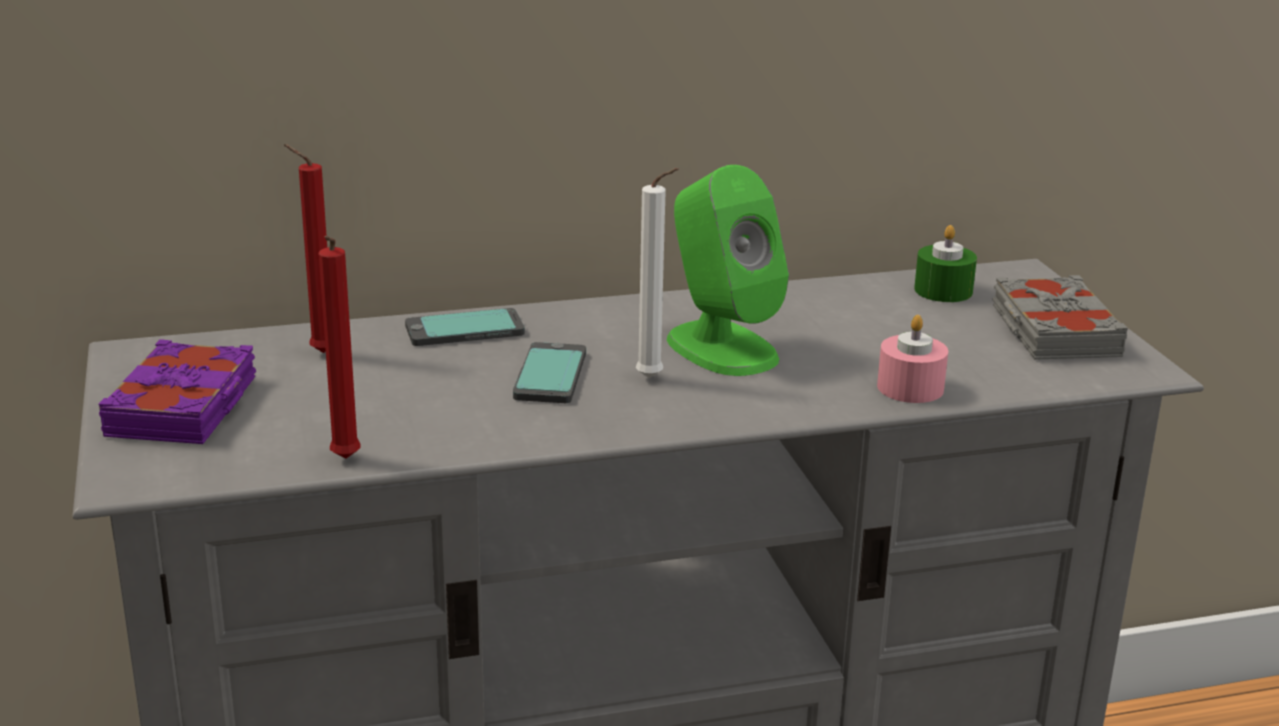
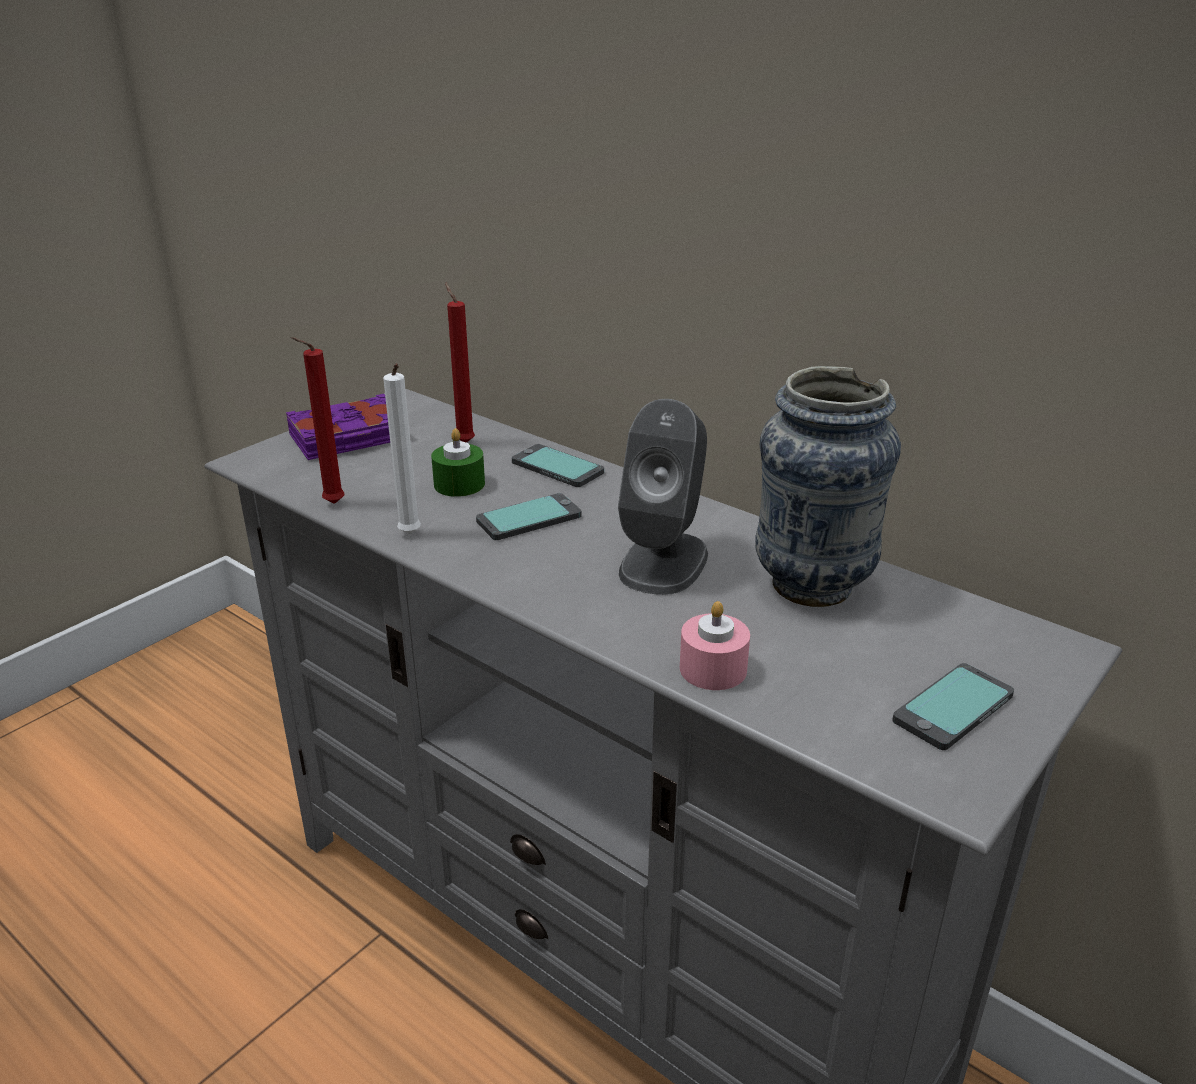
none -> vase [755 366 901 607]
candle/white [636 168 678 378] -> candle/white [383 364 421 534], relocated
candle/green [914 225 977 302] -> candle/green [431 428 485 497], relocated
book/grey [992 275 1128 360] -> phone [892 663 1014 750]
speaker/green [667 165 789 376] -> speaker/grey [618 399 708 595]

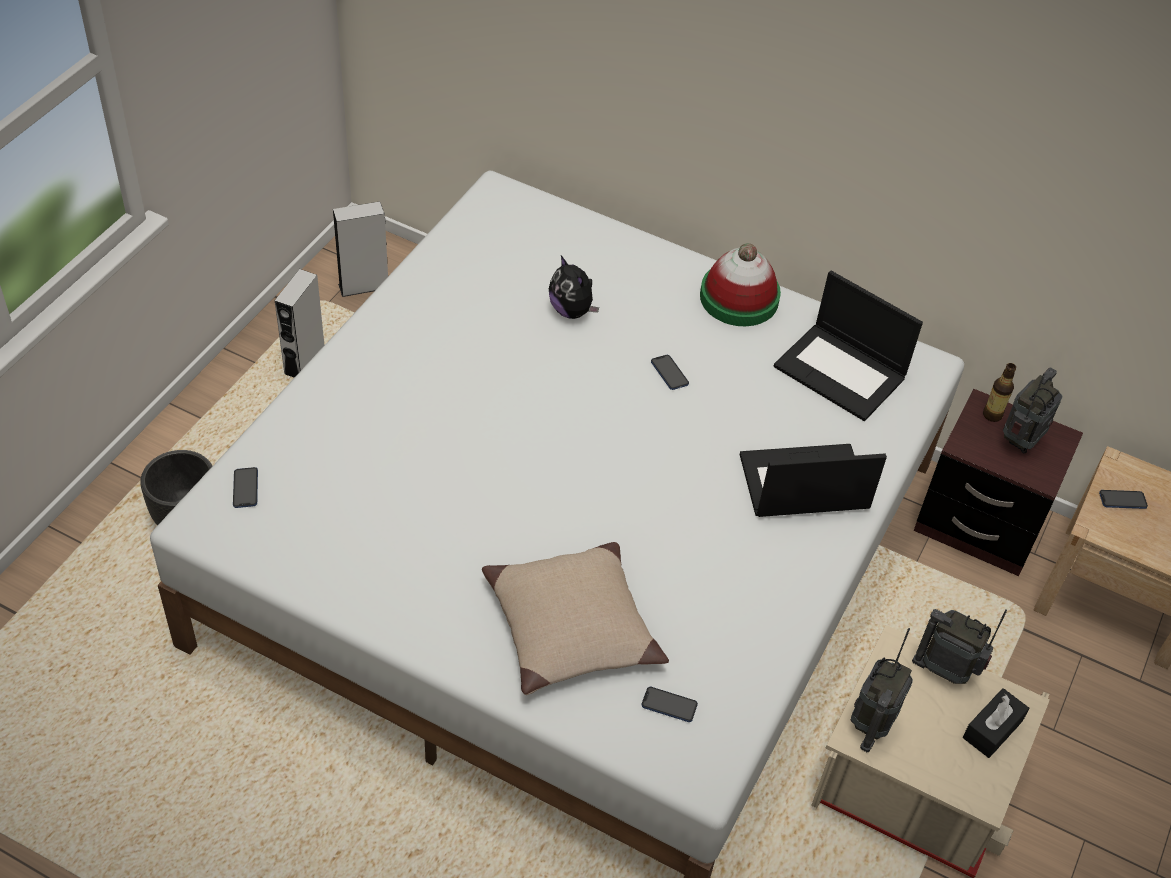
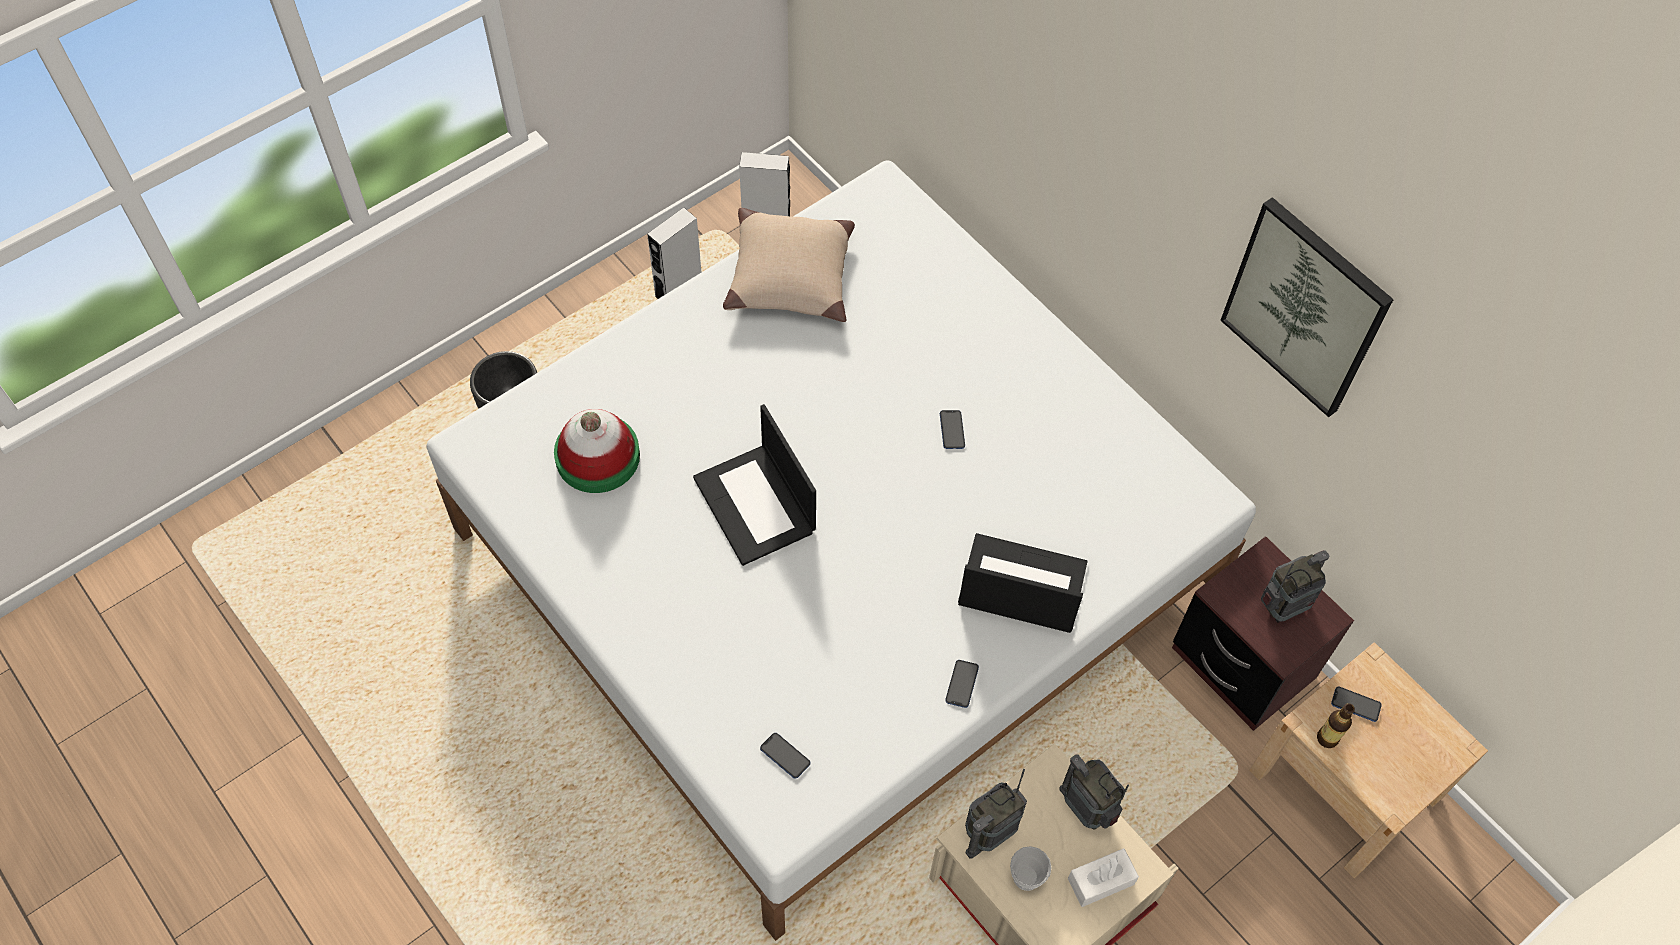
plush toy [549 256 599 319] -> none
none -> cup [1010 846 1052 891]
none -> picture [1221 197 1394 417]
phone [233 467 258 508] -> phone [945 660 979 708], relocated
pillow/beige [482 542 669 695] -> pillow/beige [723 208 855 322], relocated
hat [700 243 781 326] -> hat [554 409 640 493], relocated
laptop [773 271 923 421] -> laptop [693 404 816 566], relocated
bottle [983 363 1016 422] -> bottle [1317 703 1355 748], relocated
tissue box/black [963 688 1030 758] -> tissue box/white [1068 848 1139 907]

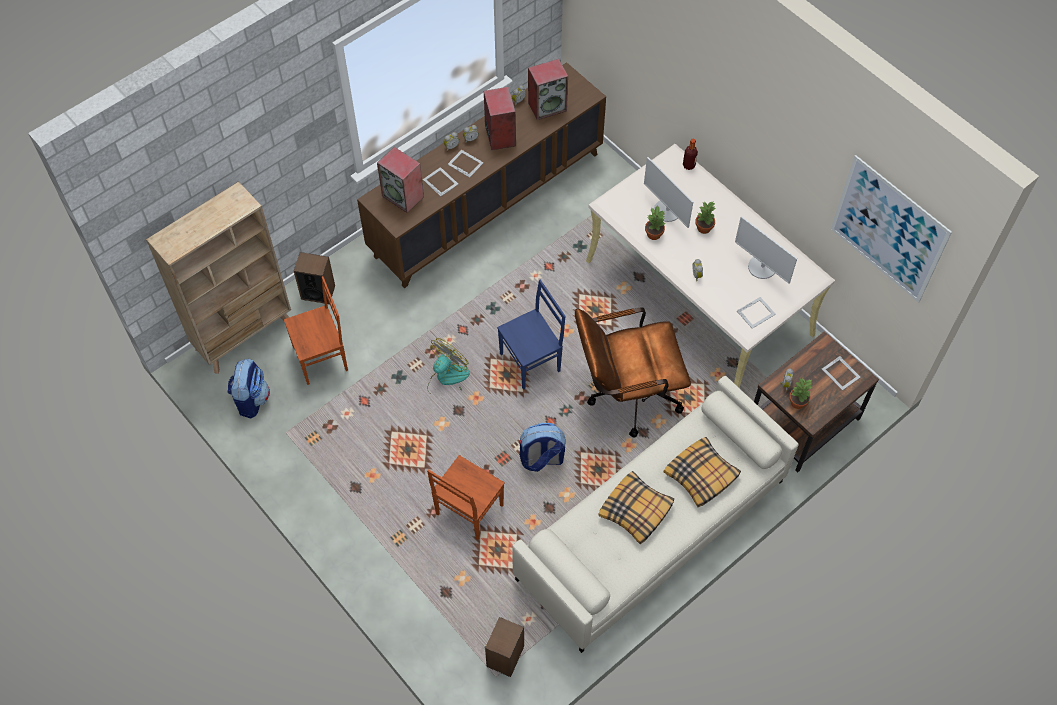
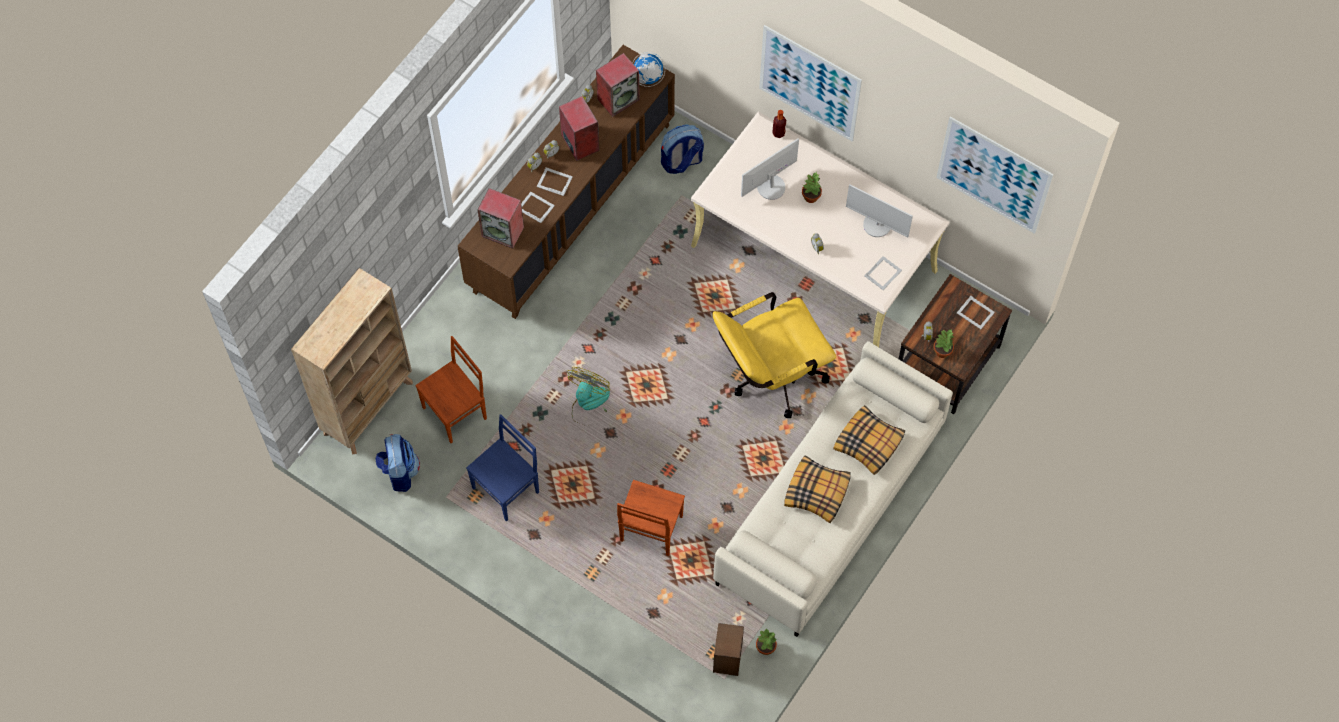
speaker [294 252 335 304] -> none
none -> globe [632 52 665 87]
none -> picture [759 25 862 142]
chair/blue [497 280 566 390] -> chair/blue [466 414 539 522], relocated
backpack [519 423 565 472] -> backpack [661 125 704 174], relocated
potted plant [645 206 666 240] -> potted plant [756 628 777 655], relocated
office chair/brown [575 307 691 438] -> office chair/yellow [713 292 836 418]
monitor [644 157 693 228] -> monitor [741 138 799 200], 105 degrees clockwise

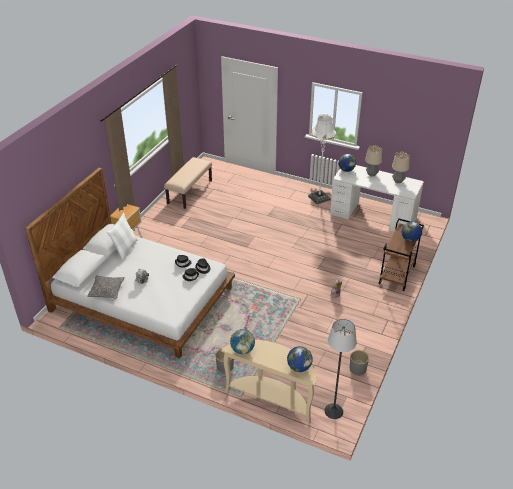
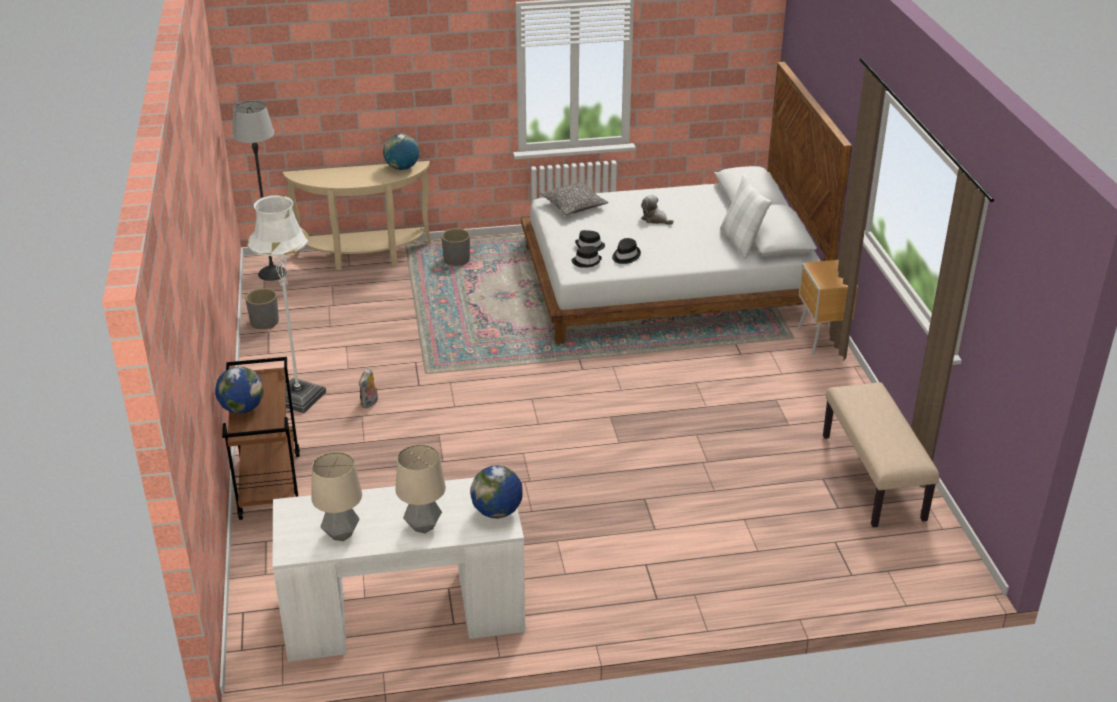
globe [287 346 313 372] -> none
pillow [87 276 125 299] -> pillow [540 182 609 215], relocated
floor lamp/white [308 114 336 205] -> floor lamp/white [248 195 326 413], relocated

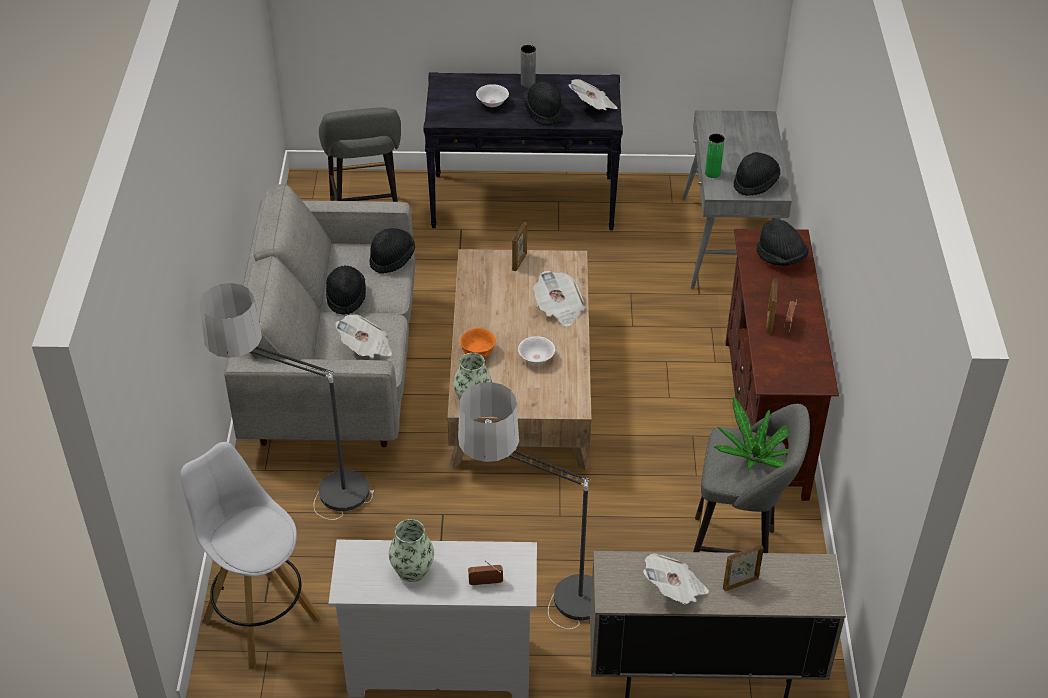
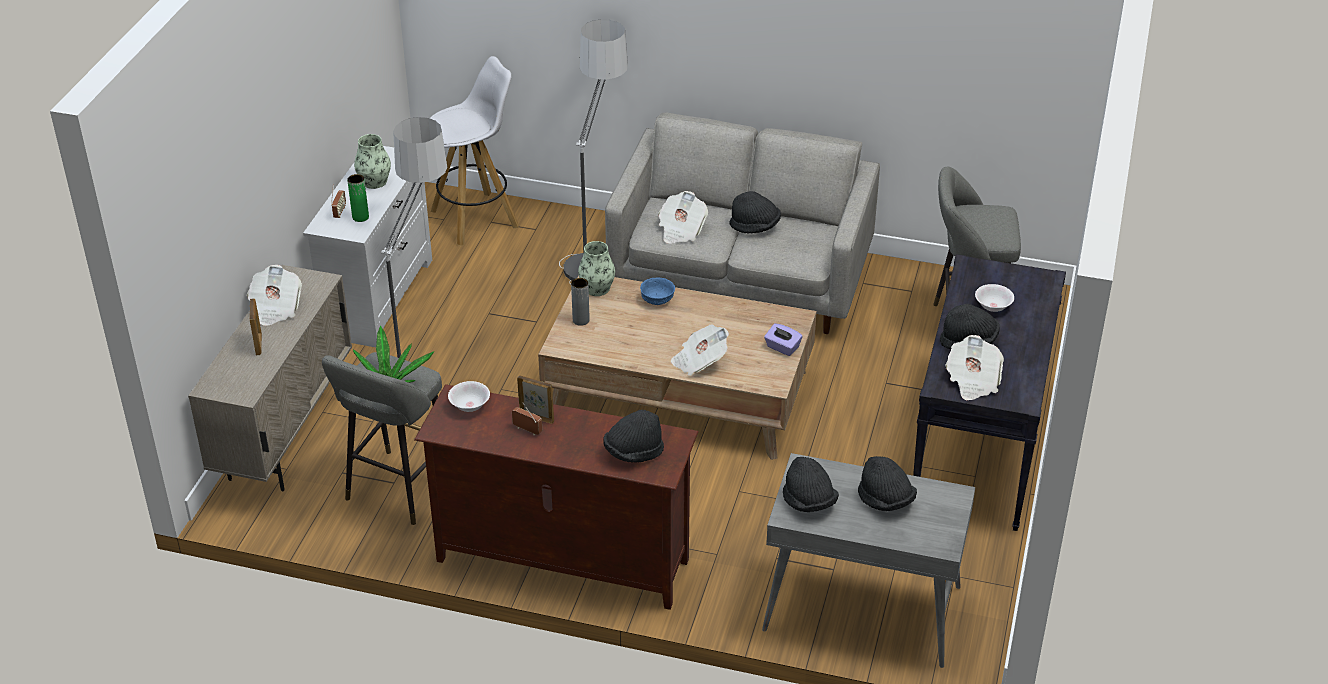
hat/black [369 228 415 274] -> hat/black [858 456 917 511], relocated
bowl/white [518 336 555 364] -> bowl/white [448 381 490 412], relocated
vase/grey [521 45 536 88] -> vase/grey [571 278 590 326], relocated
vase/green [705 134 725 178] -> vase/green [347 174 369 222], relocated
picture frame [512 222 527 271] -> tissue box/purple [764 323 802 356]
bowl/orange [460 328 496 358] -> bowl/blue [640 278 675 305]

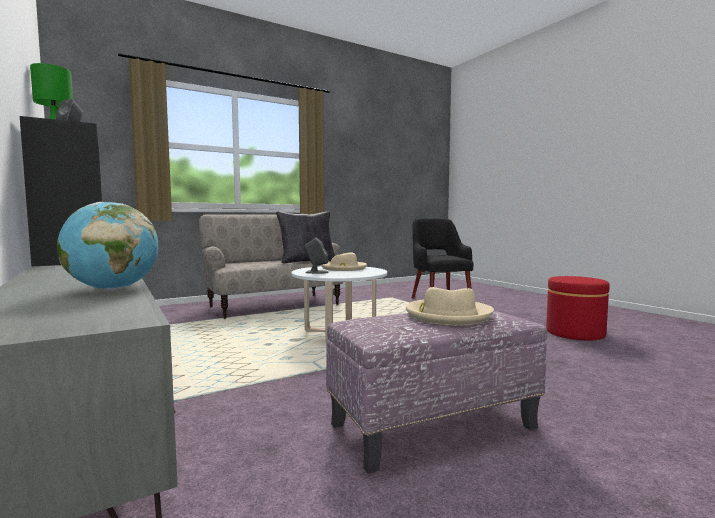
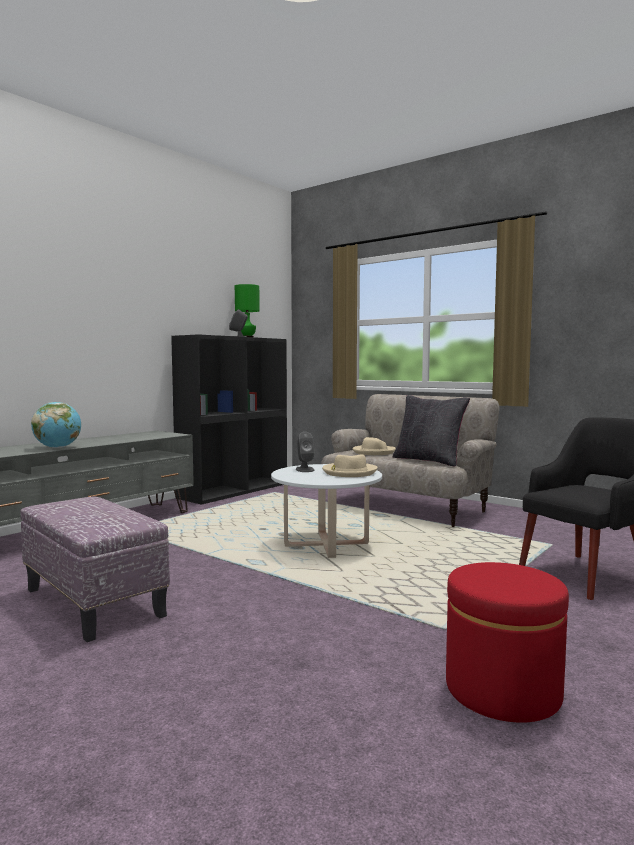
hat/beige [406 287 494 325] -> hat/beige [353 437 396 455], relocated

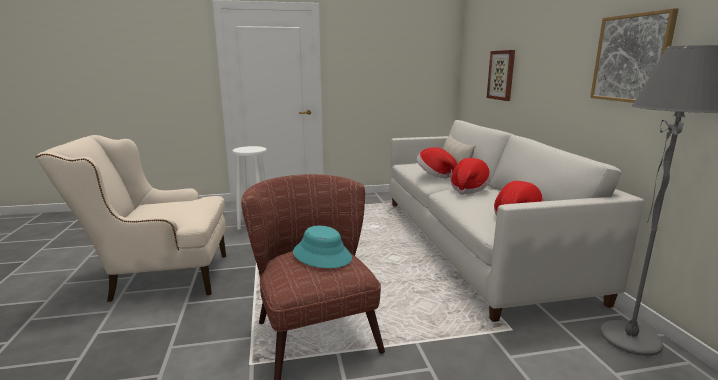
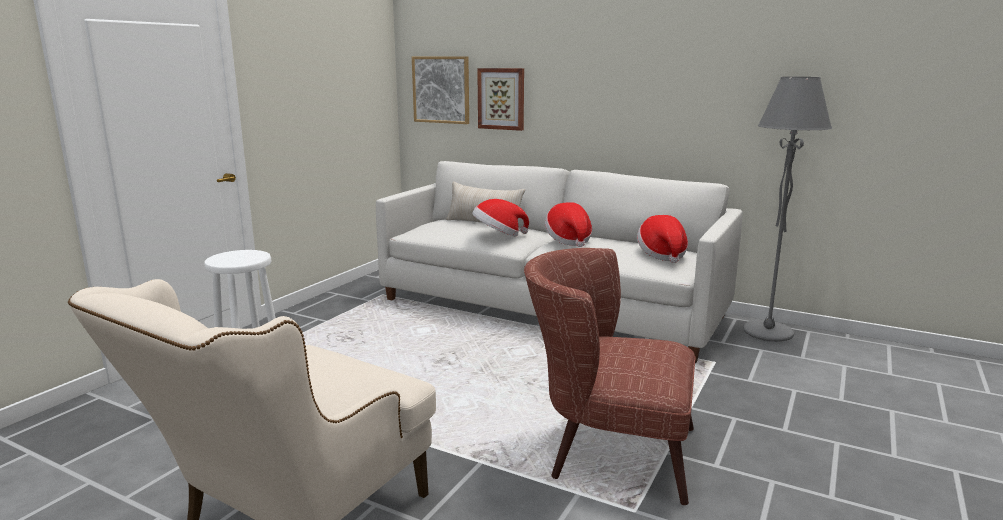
hat/turquoise [293 226 352 268] -> none
picture [590 8 679 103] -> picture [412 56 469 124], relocated

